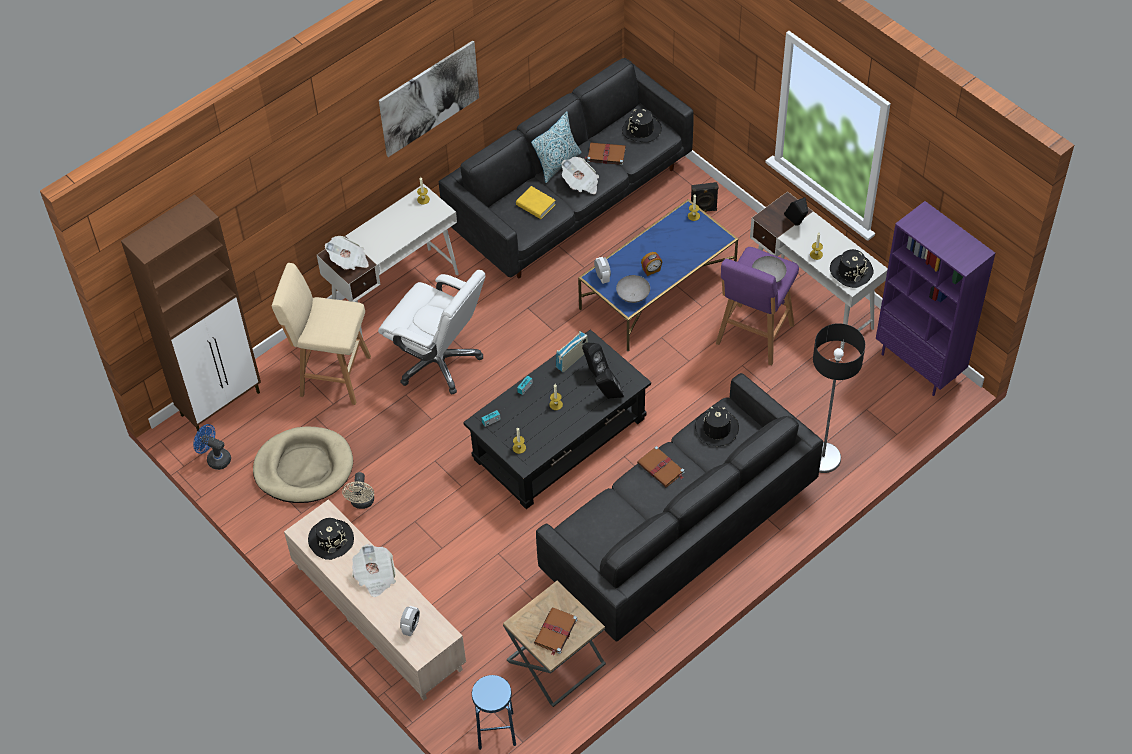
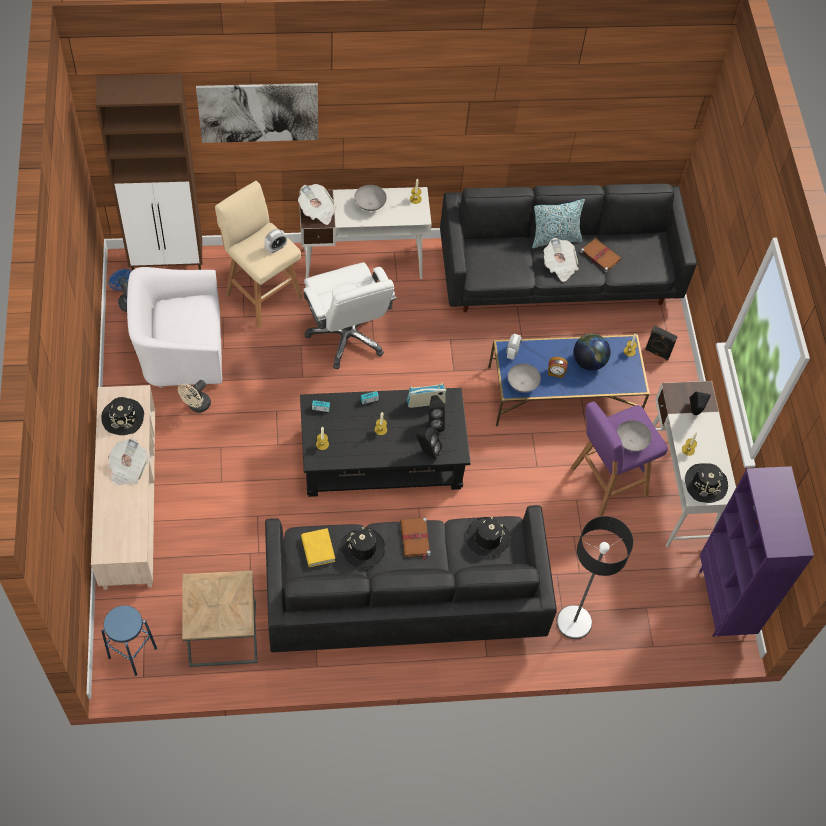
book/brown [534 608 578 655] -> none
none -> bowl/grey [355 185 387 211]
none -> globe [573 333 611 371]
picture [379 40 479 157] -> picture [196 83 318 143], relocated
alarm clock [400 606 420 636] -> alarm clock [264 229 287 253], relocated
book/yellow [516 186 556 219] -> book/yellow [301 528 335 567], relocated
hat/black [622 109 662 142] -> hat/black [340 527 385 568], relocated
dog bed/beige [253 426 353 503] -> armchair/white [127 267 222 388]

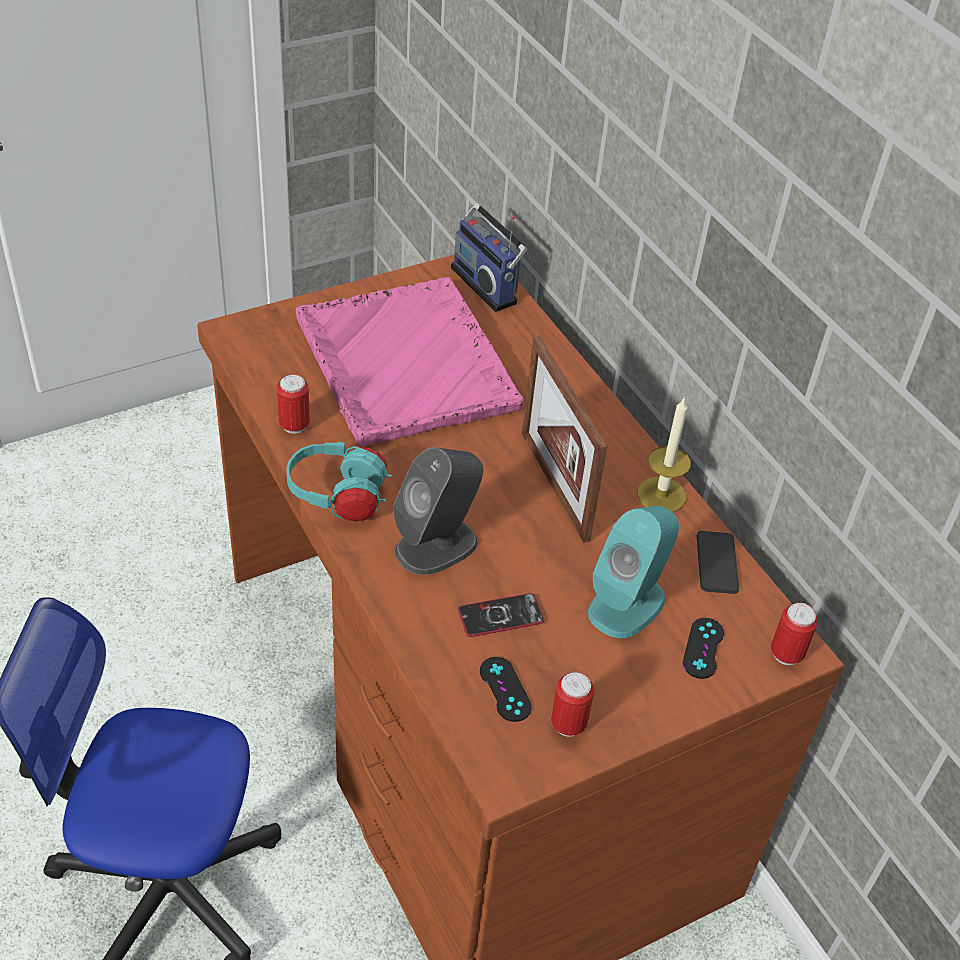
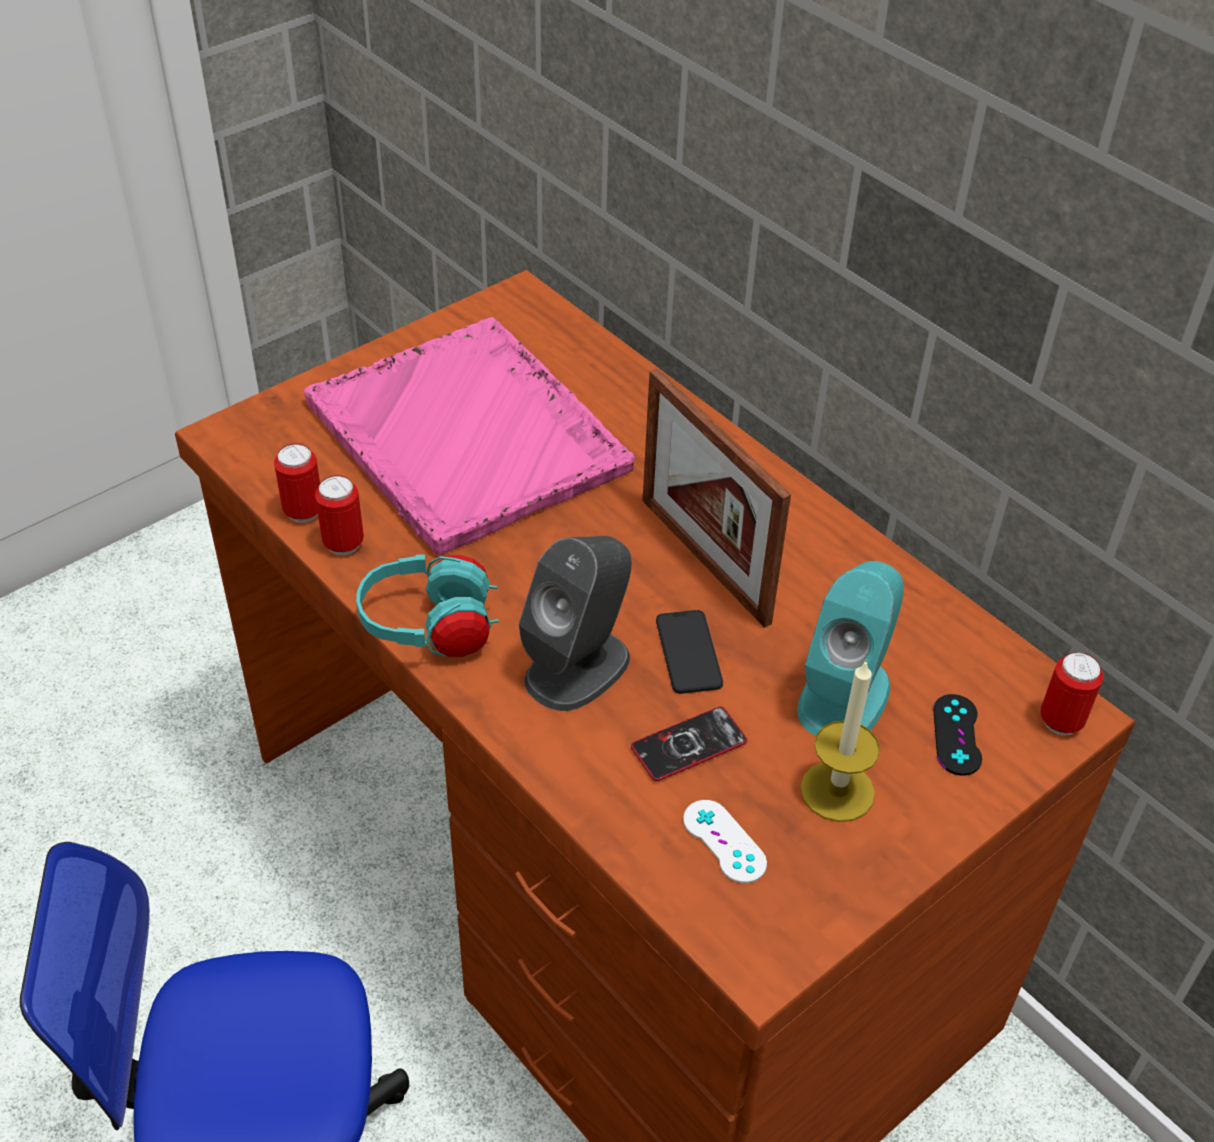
radio [451 203 527 312] -> none
can [551 672 594 737] -> can [274 444 320 523], relocated
candle [637 397 691 512] -> candle [800 660 880 822], relocated
phone [697 531 739 594] -> phone [656 610 723 694], relocated
game controller/black [480 657 532 722] -> game controller/white [683 800 767 883]

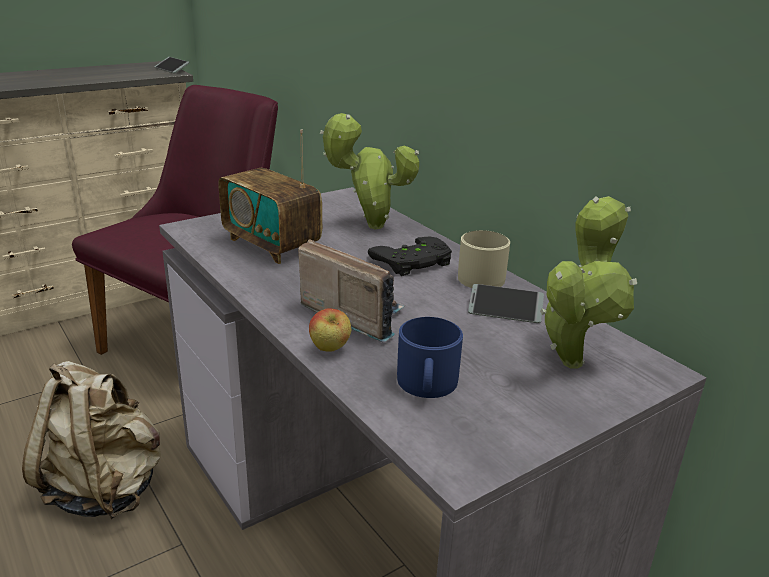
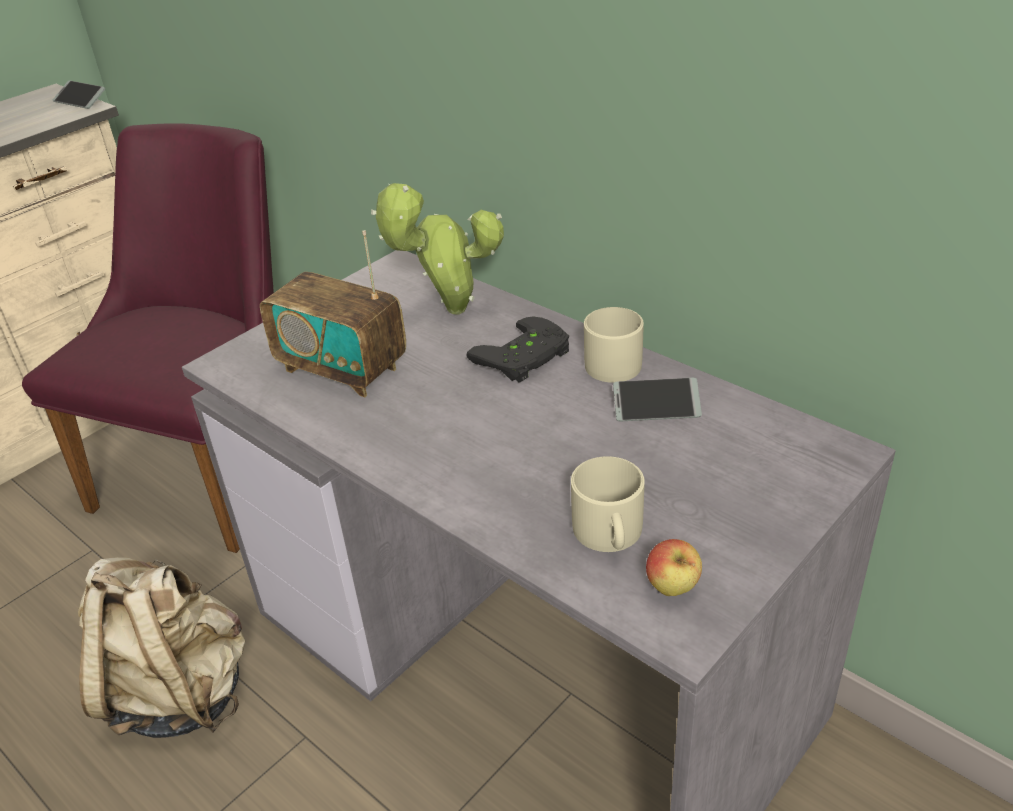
radio [298 239 405 342] -> none
potted plant [540 196 637 368] -> none
apple [309 308 351 351] -> apple [646 539 702 596], relocated
mug/blue [397 317 463 398] -> mug/beige [571 456 645 552]

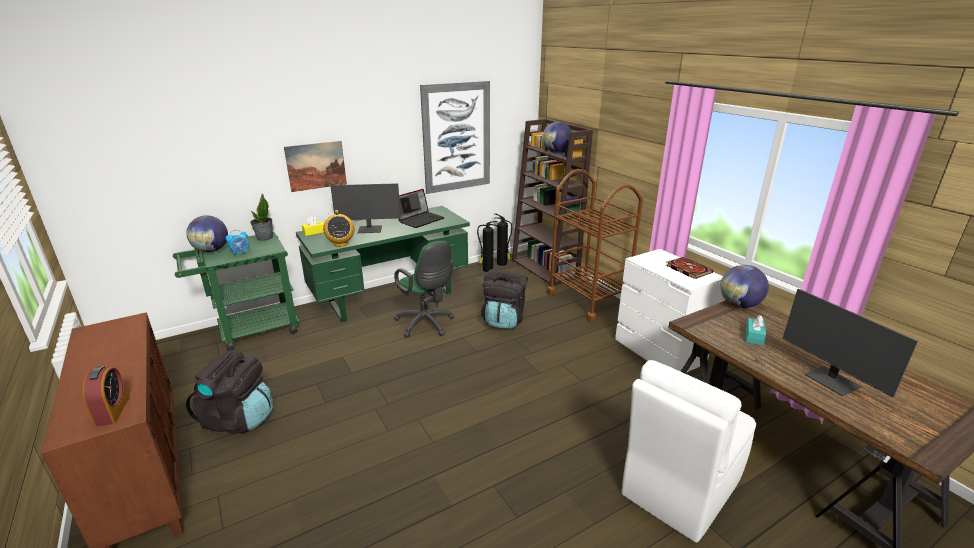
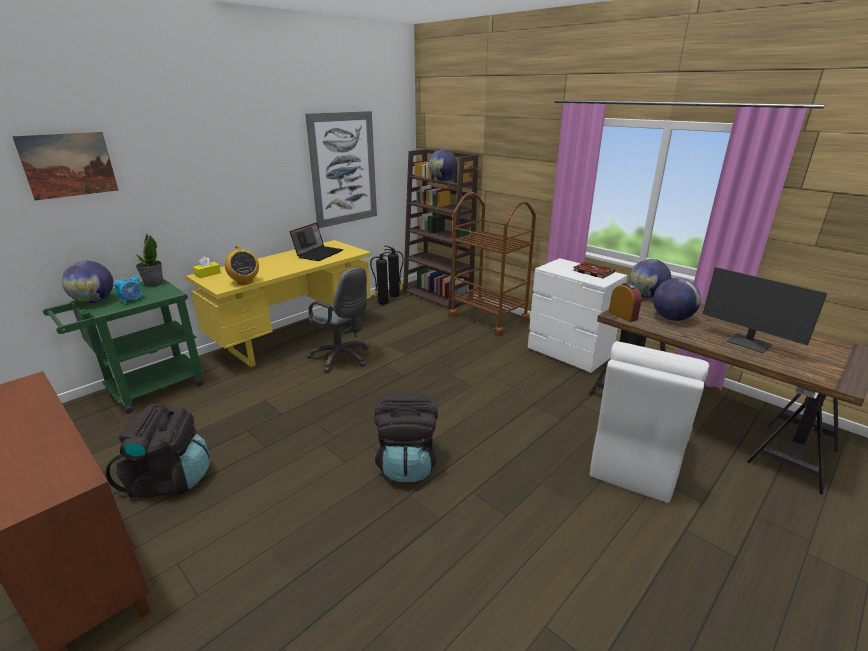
monitor [330 183 401 233] -> none
alarm clock [83 366 129 427] -> alarm clock [609 283 642 322], relocated
picture [284 141 347 192] -> picture [12 132 118 200], relocated
backpack/black [481 269 528 329] -> backpack/black [374 393 438 482], relocated
tissue box/turquoise [746 315 766 346] -> globe [653 278 701 321]
desk/green [296 206 470 322] -> desk/yellow [186 240 371 368]
office chair/green [394 241 454 338] -> office chair/grey [307 267 368 373]

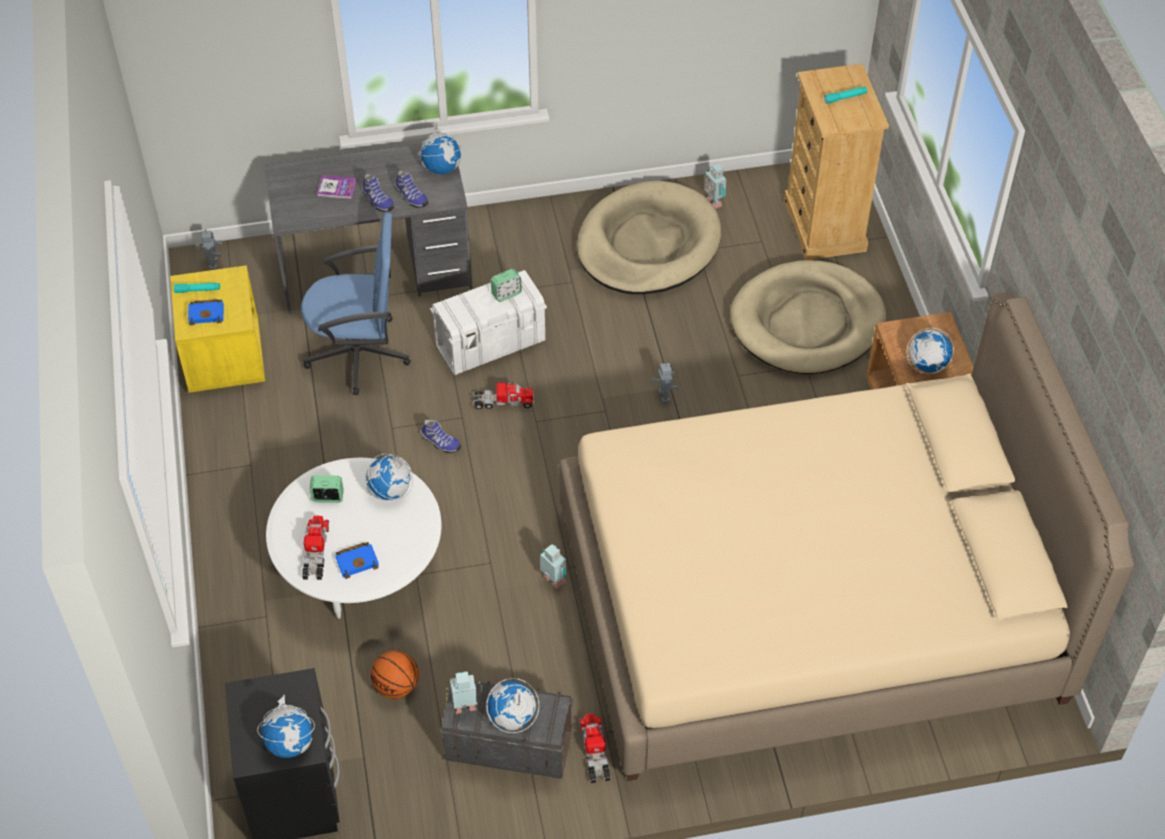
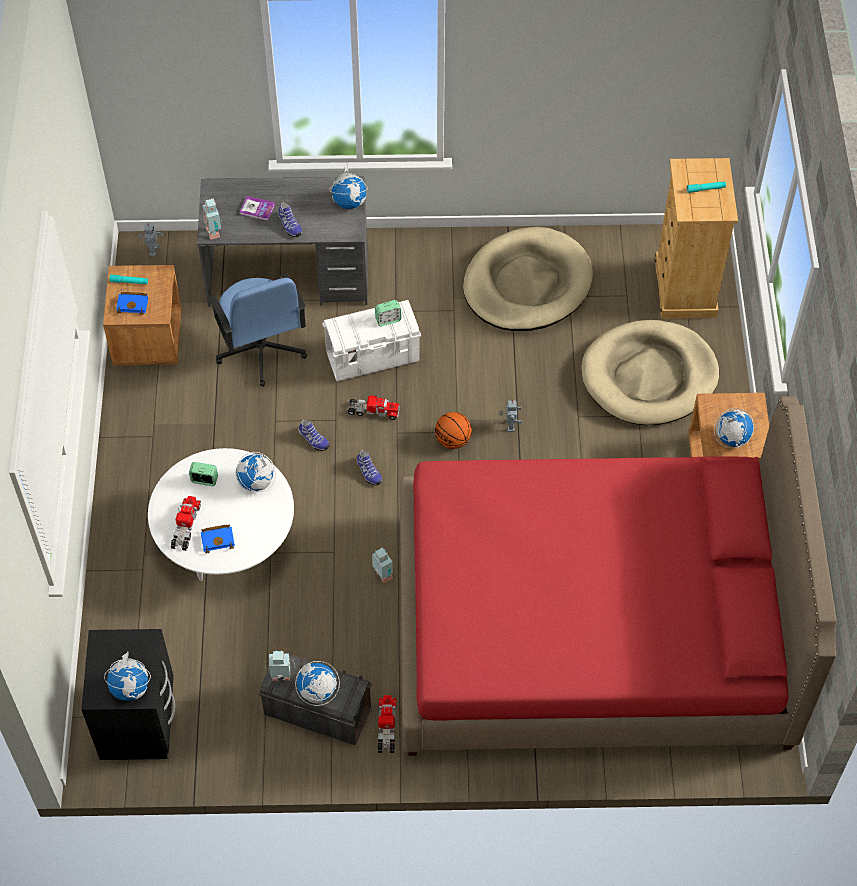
basketball [371 650 419 699] -> basketball [435 412 472 449], relocated
shoe [395 171 428 208] -> shoe [356 450 382 485], relocated
toy robot [704 163 727 209] -> toy robot [202 198 222 240], relocated
nightstand/yellow [170 265 265 393] -> nightstand/brown [103 265 182 365]
bed/beige [559 292 1134 781] -> bed/red [400 396 837 756]
office chair/blue [301 213 411 395] -> office chair/blue [208 273 307 387], 60 degrees clockwise

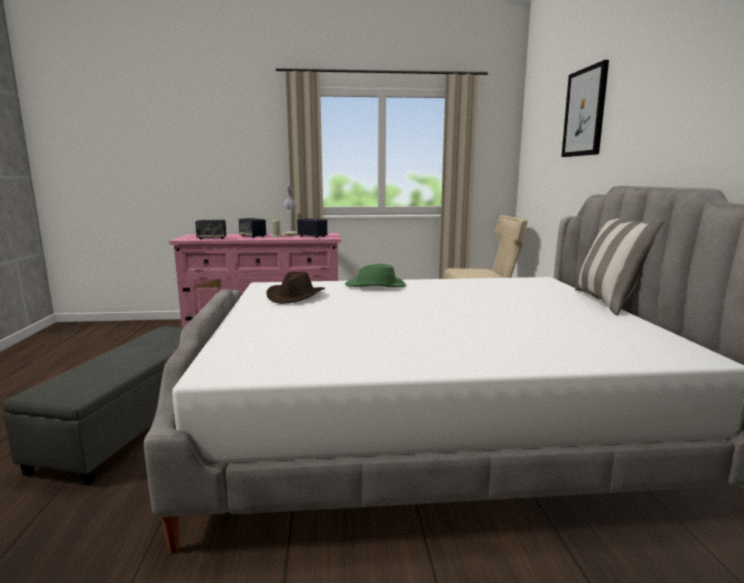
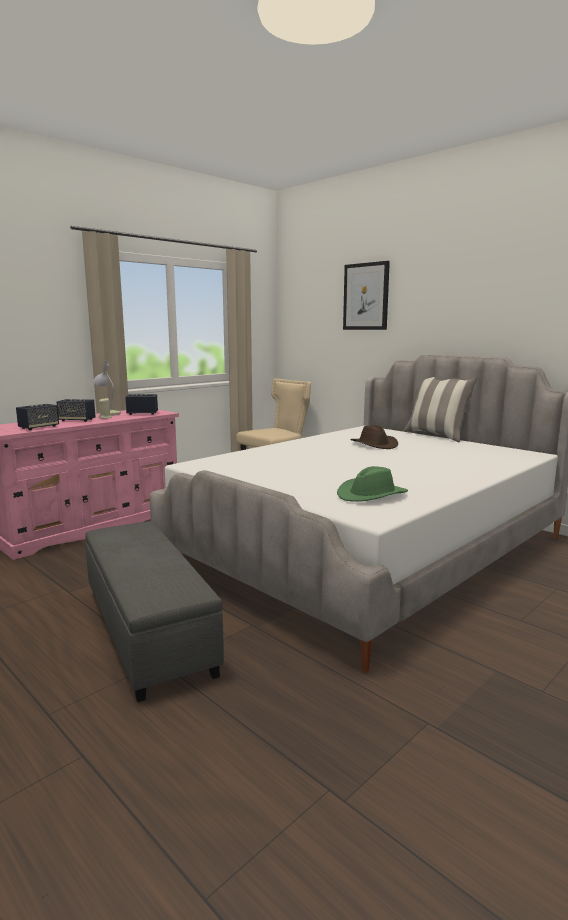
hat/brown [267 272 325 304] -> hat/brown [350 425 398 449], relocated
hat/green [345 264 406 287] -> hat/green [337 466 408 502], relocated

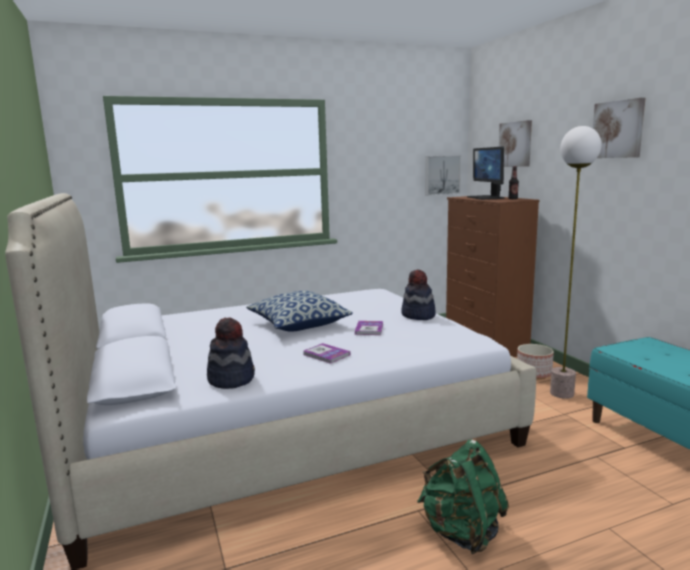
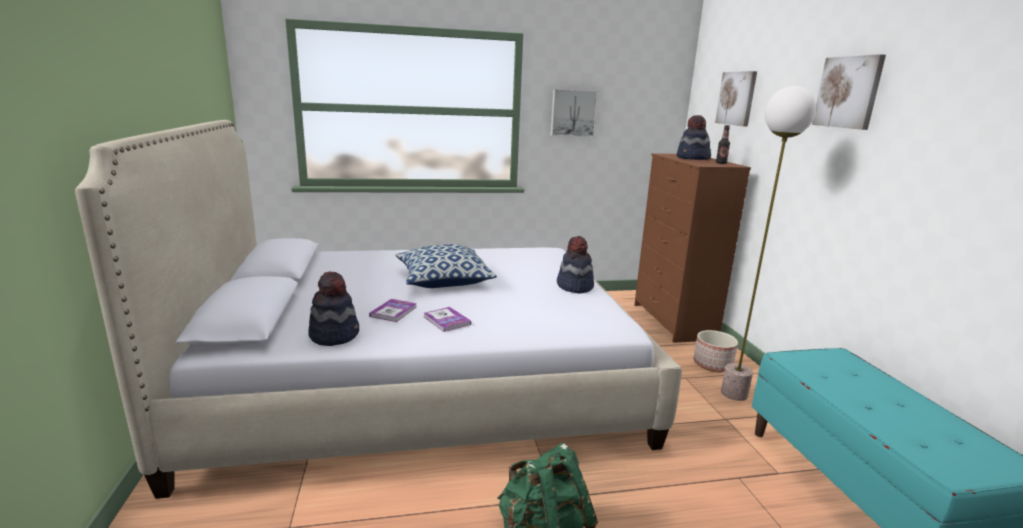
book [355 321 383 335] -> book [369 299 417 322], relocated
picture [425 155 461 196] -> picture [551 89 598 137], relocated
monitor [467 146 505 200] -> hat [677 115 711 160]

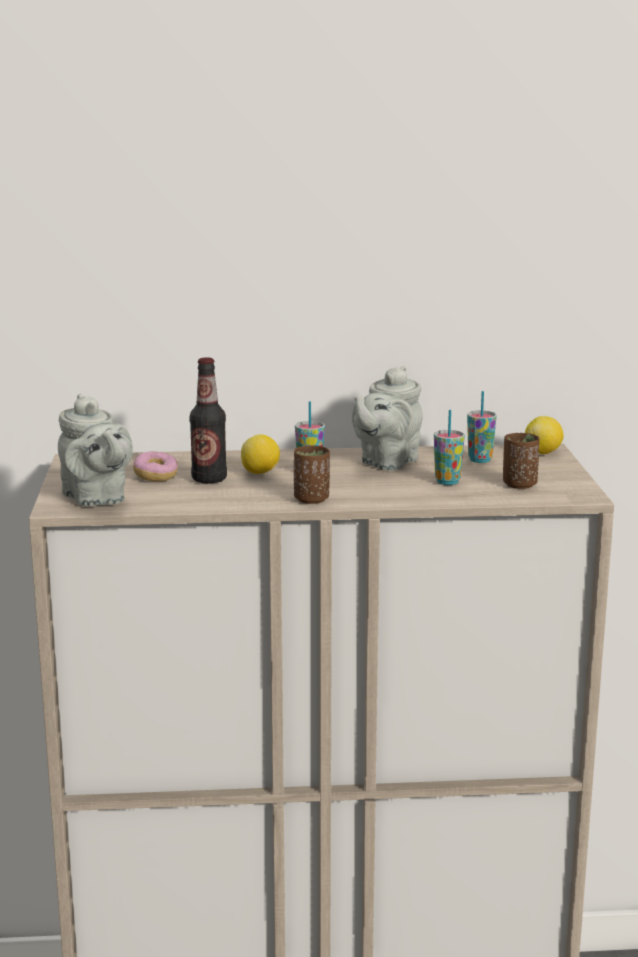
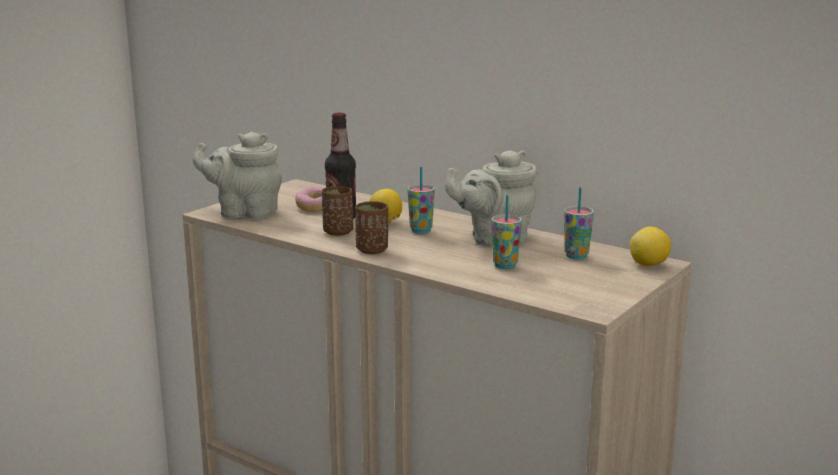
cup/brown [503 433 540 489] -> cup/brown [322 186 353 236], relocated
teapot/grey [58 394 133 506] -> teapot/grey [193 132 282 219], 90 degrees clockwise

